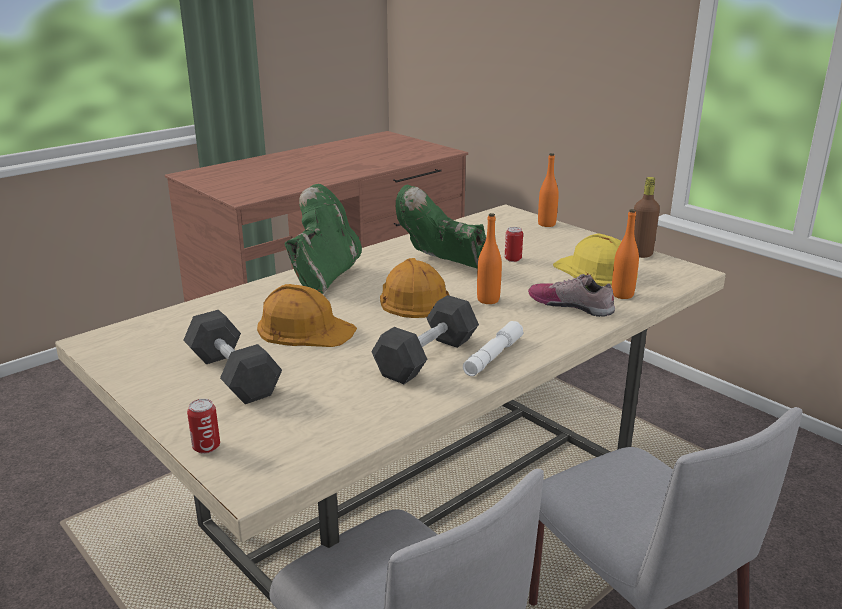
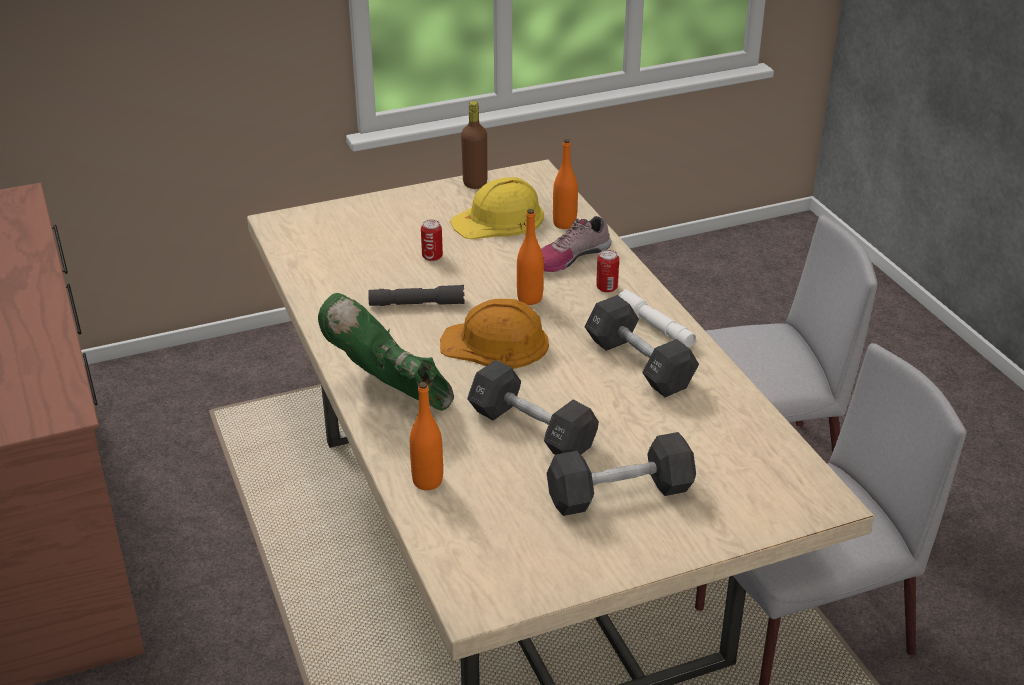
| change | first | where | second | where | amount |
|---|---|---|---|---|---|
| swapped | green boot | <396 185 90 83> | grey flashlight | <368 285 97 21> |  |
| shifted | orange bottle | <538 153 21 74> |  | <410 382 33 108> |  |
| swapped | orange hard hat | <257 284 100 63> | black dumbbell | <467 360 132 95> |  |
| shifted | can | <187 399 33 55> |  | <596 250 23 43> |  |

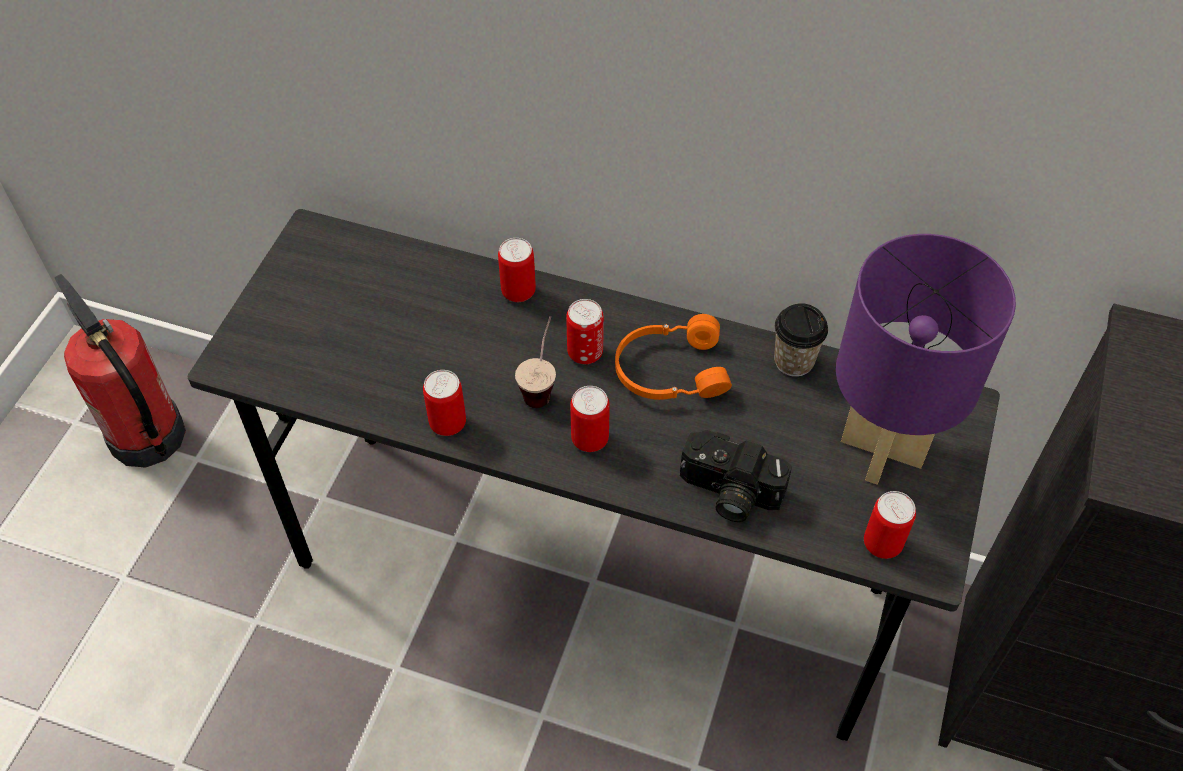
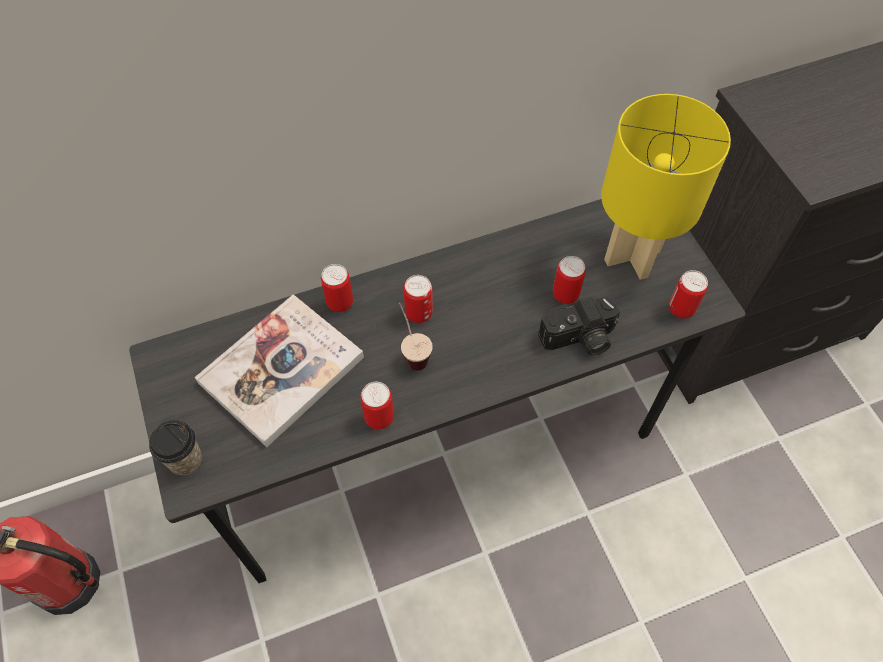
| change | first | where | second | where | amount |
|---|---|---|---|---|---|
| shifted | cup | <774 303 54 74> |  | <149 420 53 55> |  |
| new |  |  | book | <195 294 169 153> |  |
| shifted | can | <570 386 40 66> |  | <553 256 33 48> |  |
| repainted | purple table lamp | <836 234 180 251> | yellow table lamp | <601 94 130 186> |  |
| gone | orange headphones | <615 314 117 86> |  |  |  |

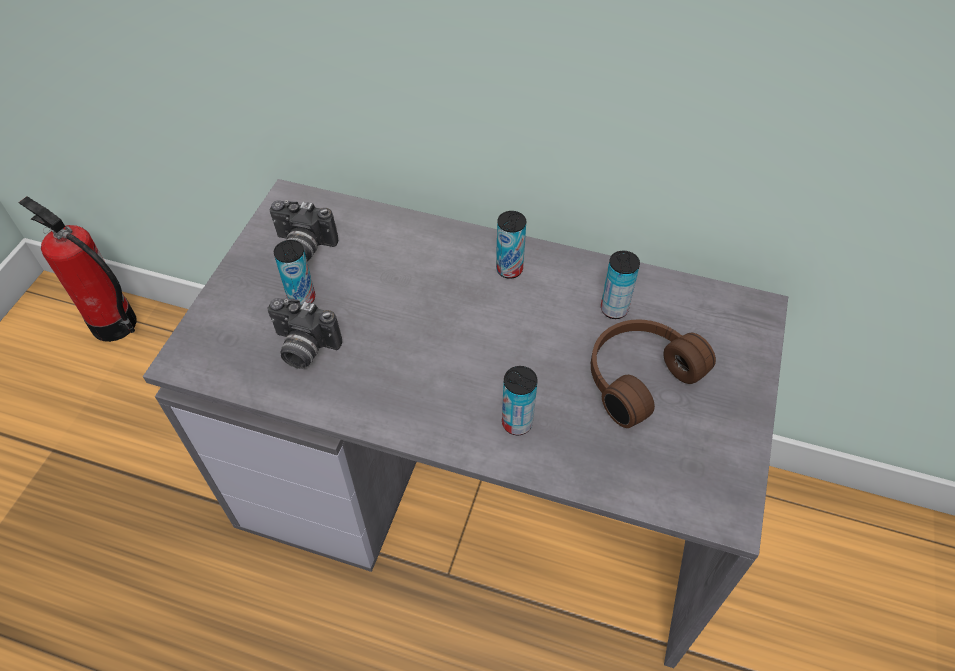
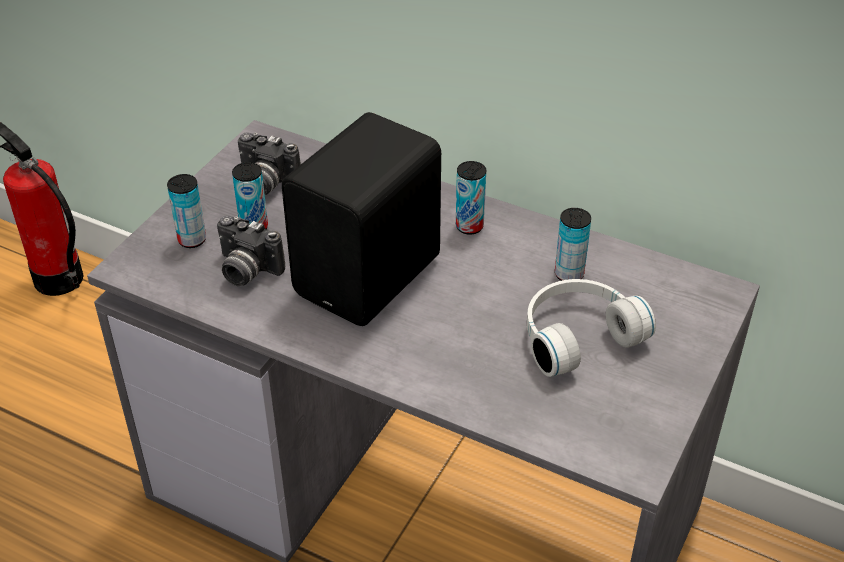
| change | first | where | second | where | amount |
|---|---|---|---|---|---|
| shifted | can | <502 366 36 69> |  | <167 174 39 74> |  |
| new |  |  | black speaker | <282 112 159 214> |  |
| repainted | brown headphones | <591 319 125 109> | white headphones | <527 279 129 98> |  |

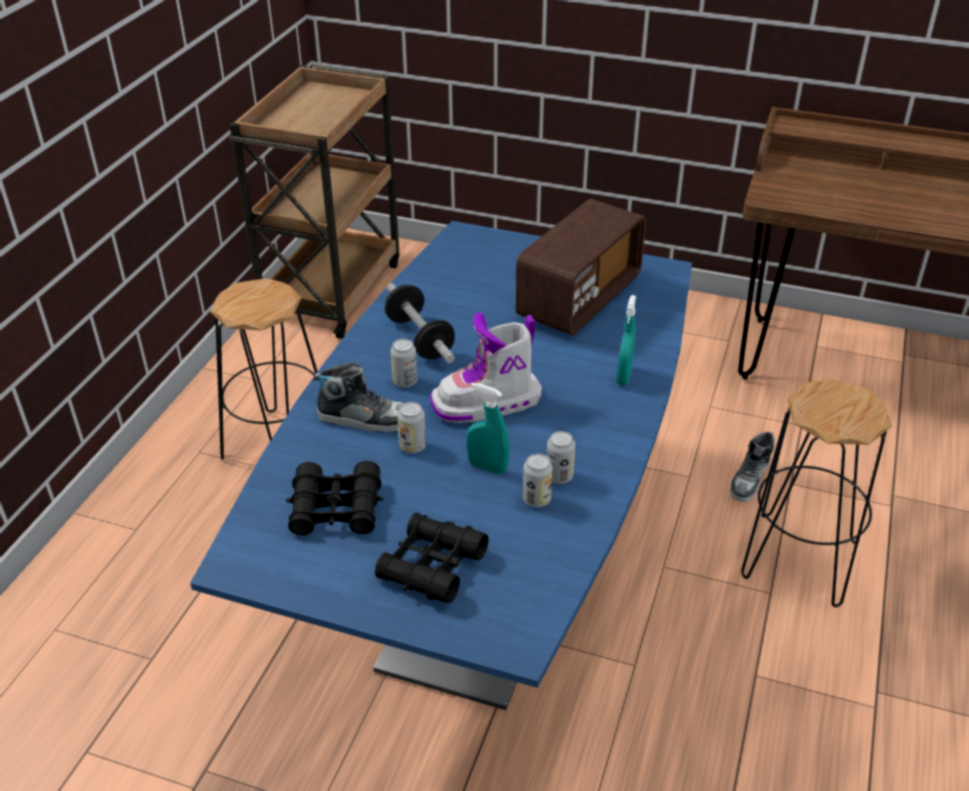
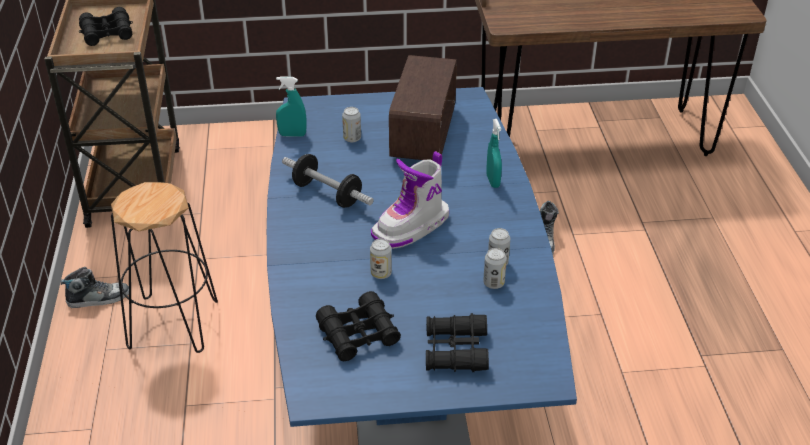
| change | first | where | second | where | amount |
|---|---|---|---|---|---|
| shifted | shoe | <313 362 91 70> |  | <61 267 68 41> |  |
| new |  |  | black binoculars | <79 7 54 39> |  |
| shifted | turquoise spray bottle | <466 382 44 93> |  | <276 76 31 61> |  |
| shifted | can | <391 339 27 48> |  | <342 107 19 35> |  |
| gone | black stool | <741 379 151 228> |  |  |  |

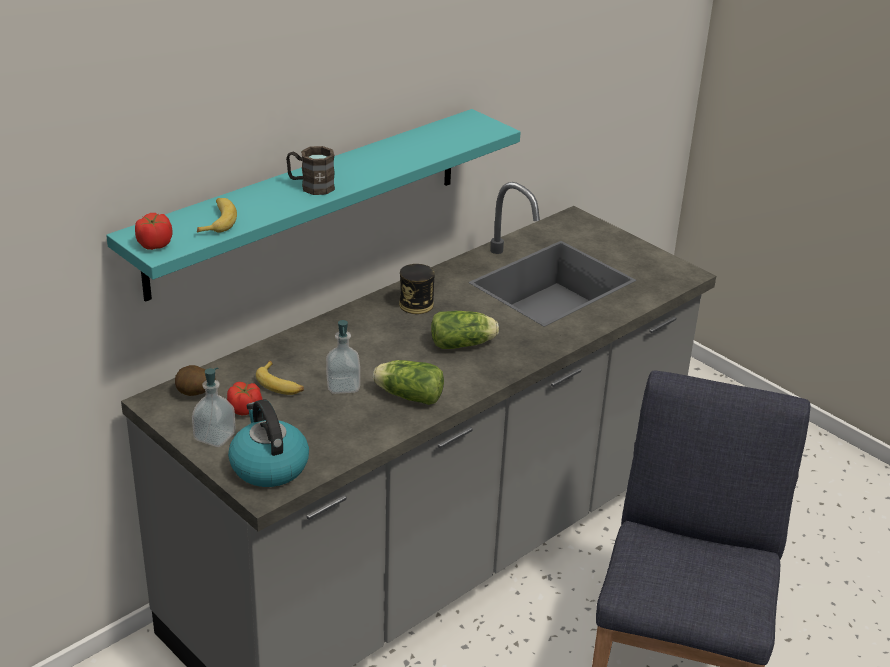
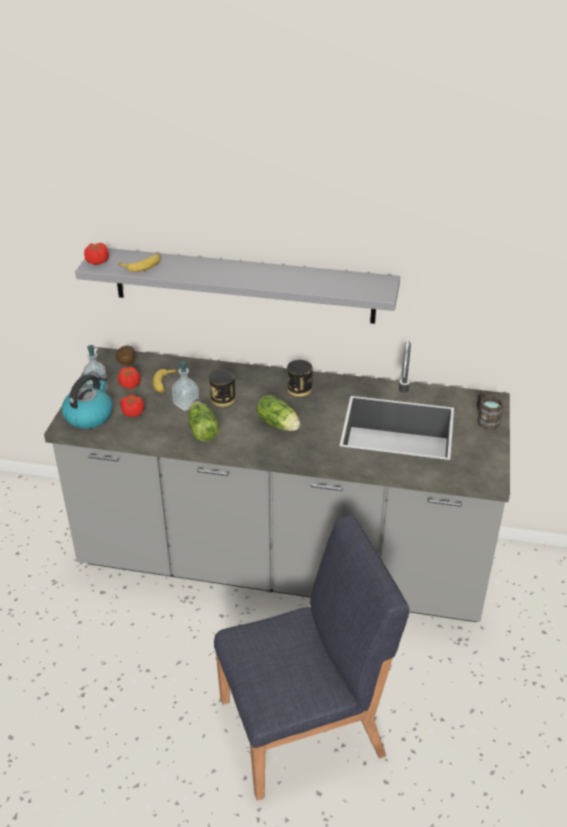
| change | first | where | second | where | amount |
|---|---|---|---|---|---|
| repainted | turquoise shelf | <106 109 415 193> | grey shelf | <75 248 325 76> |  |
| new |  |  | tomato | <120 394 24 23> |  |
| new |  |  | can | <209 369 26 38> |  |
| shifted | brown mug | <286 146 49 49> |  | <477 393 27 37> |  |

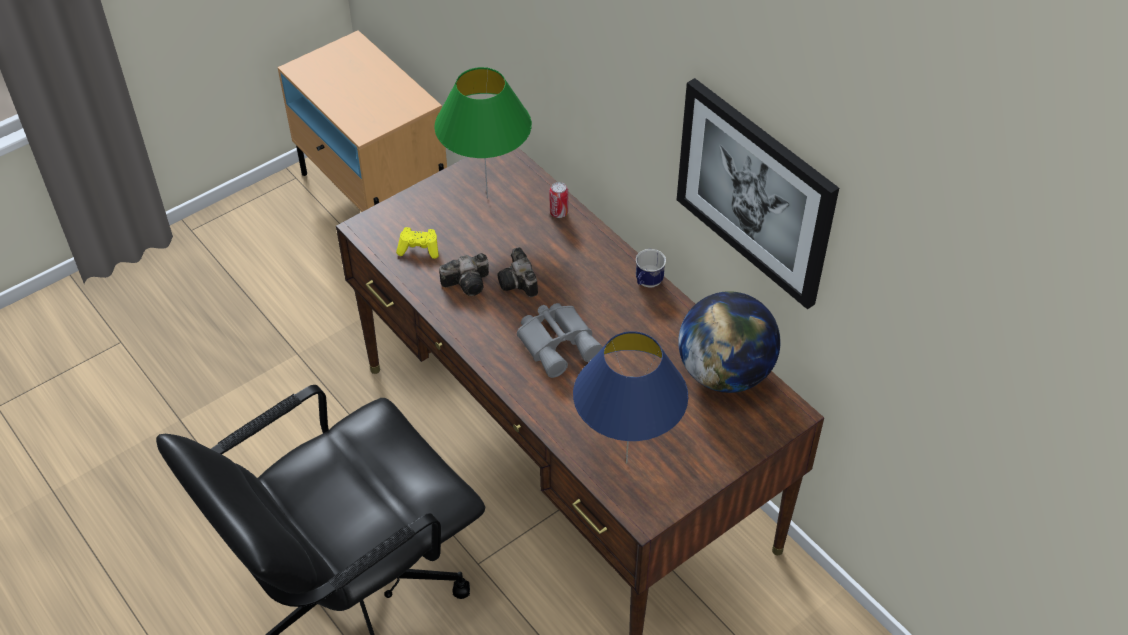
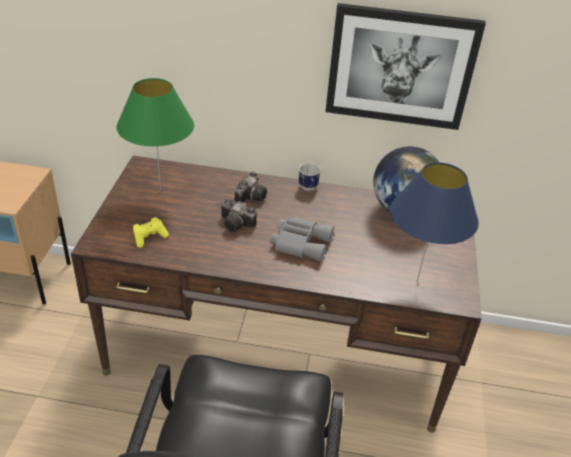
| change | first | where | second | where | amount |
|---|---|---|---|---|---|
| shifted | photo camera | <439 253 50 43> |  | <234 171 33 31> |  |
| gone | can | <549 182 19 36> |  |  |  |

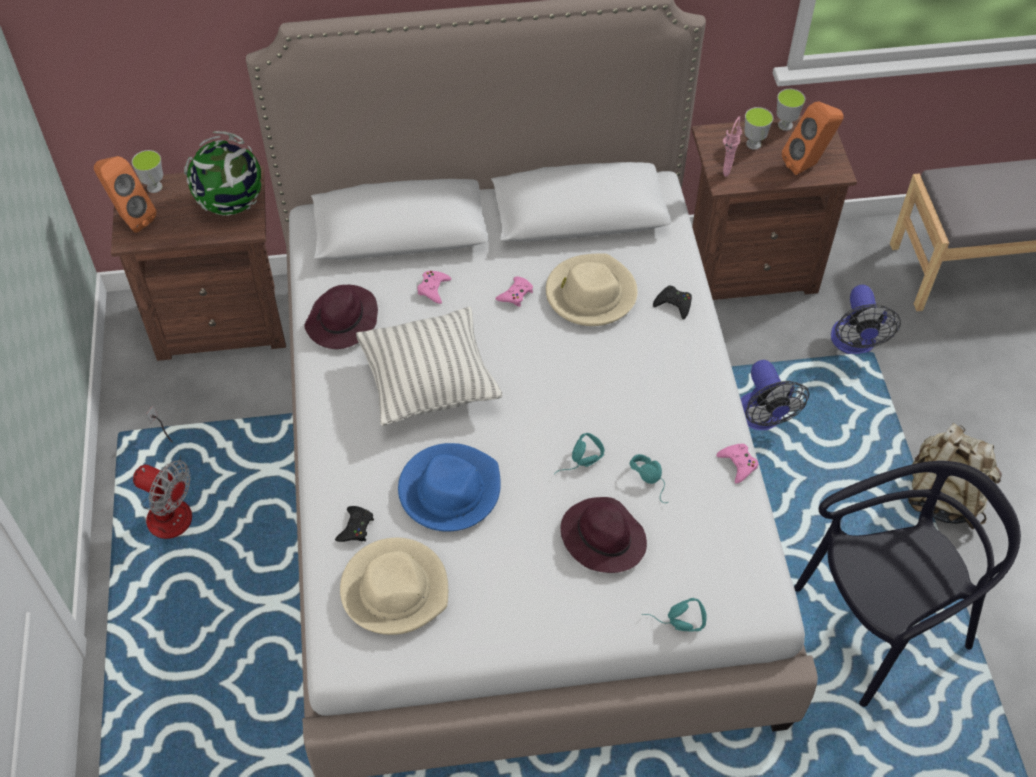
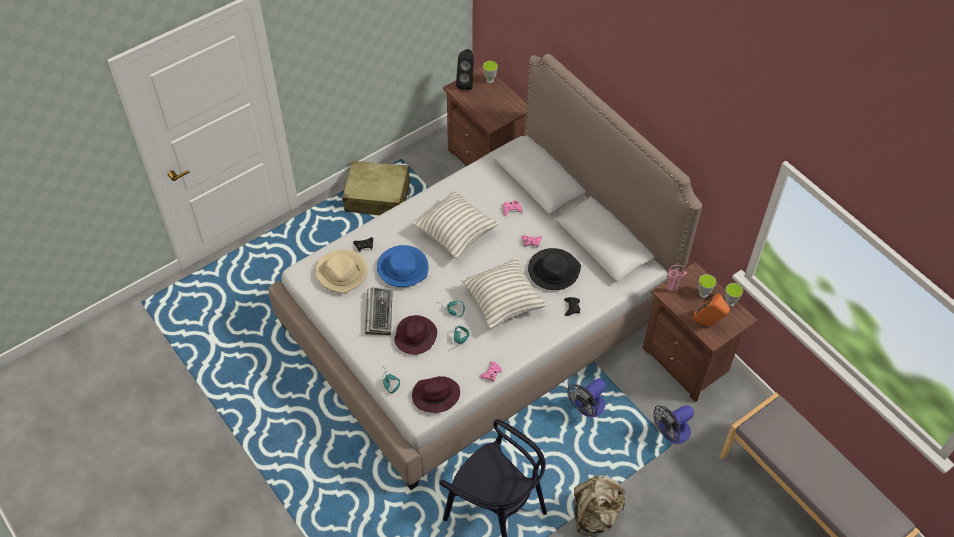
| change | first | where | second | where | amount |
|---|---|---|---|---|---|
| swapped | fan | <133 406 59 133> | beige suitcase | <342 161 68 54> |  |
| new |  |  | keyboard | <365 287 28 48> |  |
| shifted | purple hat | <305 285 73 64> |  | <412 376 48 37> |  |
| repainted | orange speaker | <94 156 62 77> | black speaker | <456 49 18 41> |  |
| new |  |  | pillow | <461 258 86 72> |  |
| repainted | beige hat | <546 254 92 72> | black hat | <528 248 53 42> |  |
| gone | globe | <184 131 77 85> |  |  |  |

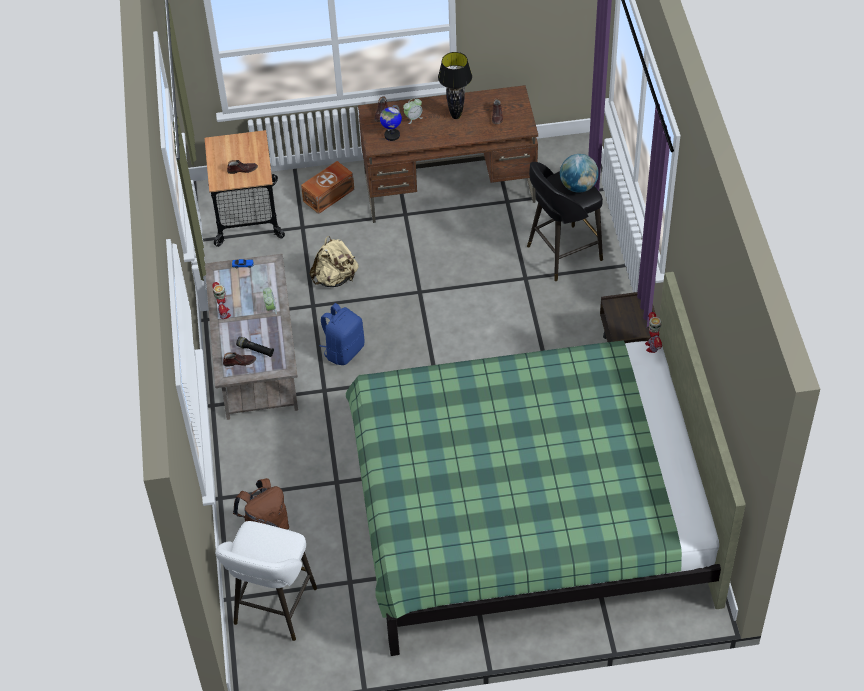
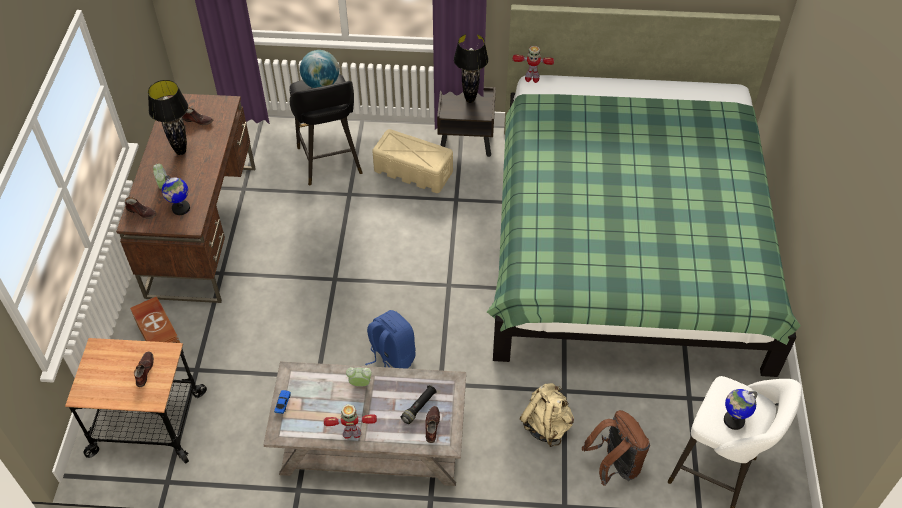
| change | first | where | second | where | amount |
|---|---|---|---|---|---|
| new |  |  | beige storage box | <372 129 81 64> |  |
| new |  |  | black table lamp | <454 34 35 69> |  |
| shifted | beige backpack | <310 236 48 51> |  | <520 383 54 64> |  |
| new |  |  | globe | <724 389 33 41> |  |

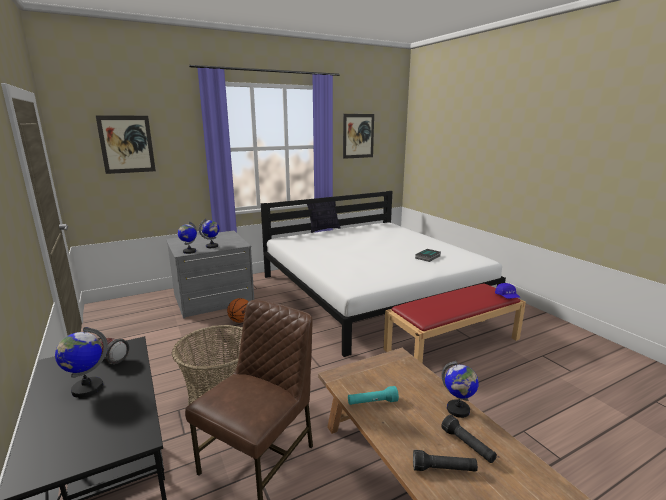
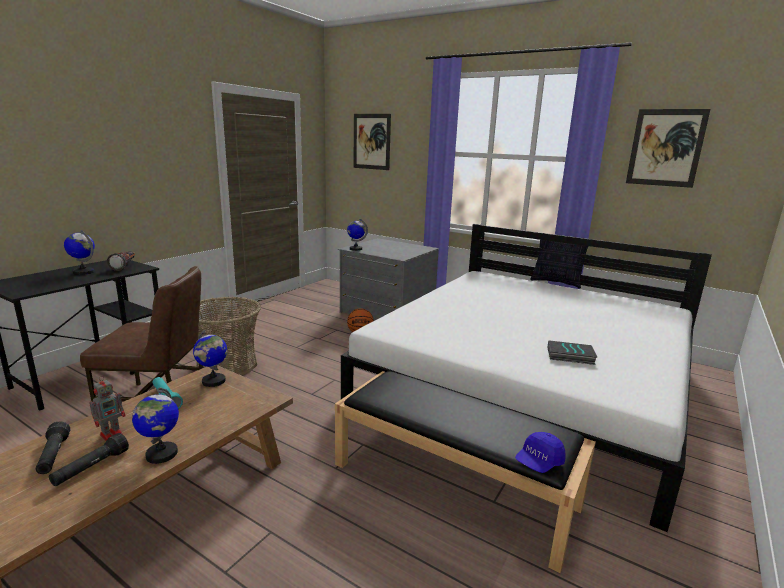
| change | first | where | second | where | amount |
|---|---|---|---|---|---|
| new |  |  | toy robot | <89 376 36 65> |  |
| shifted | globe | <199 219 20 29> |  | <193 330 34 57> |  |
| repainted | red bench | <384 284 142 80> | black bench | <335 371 261 202> |  |

